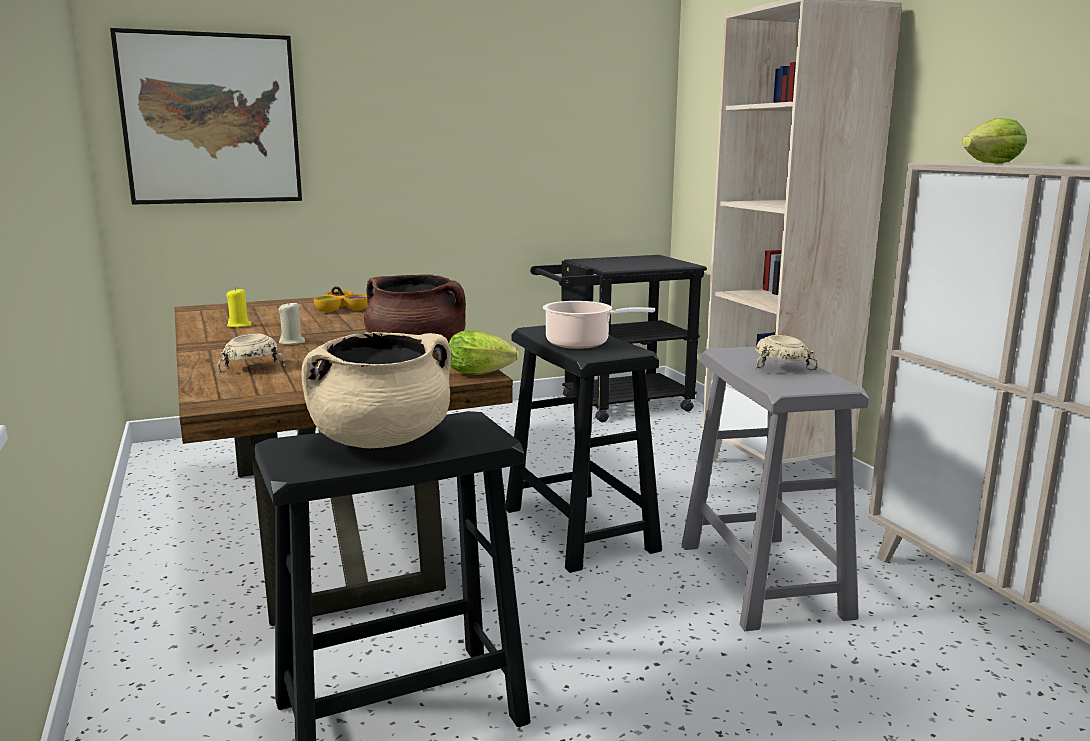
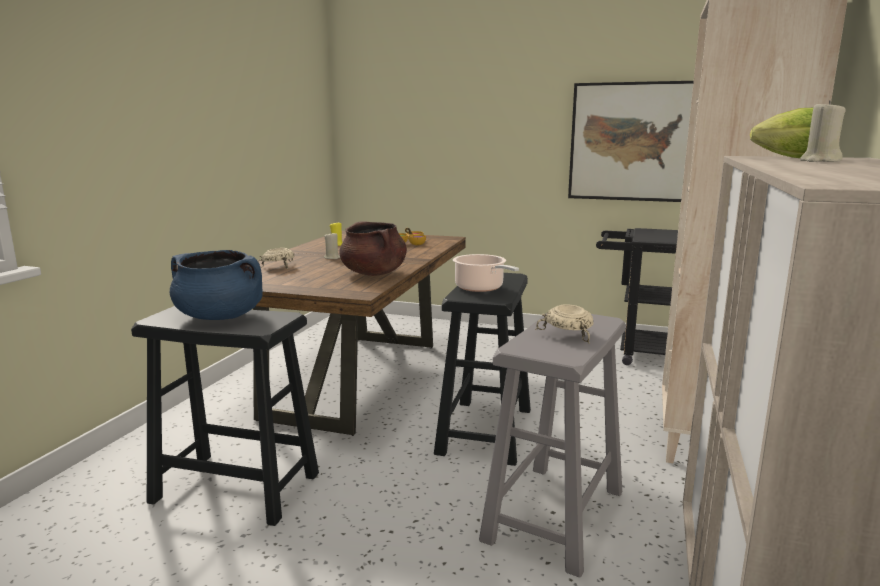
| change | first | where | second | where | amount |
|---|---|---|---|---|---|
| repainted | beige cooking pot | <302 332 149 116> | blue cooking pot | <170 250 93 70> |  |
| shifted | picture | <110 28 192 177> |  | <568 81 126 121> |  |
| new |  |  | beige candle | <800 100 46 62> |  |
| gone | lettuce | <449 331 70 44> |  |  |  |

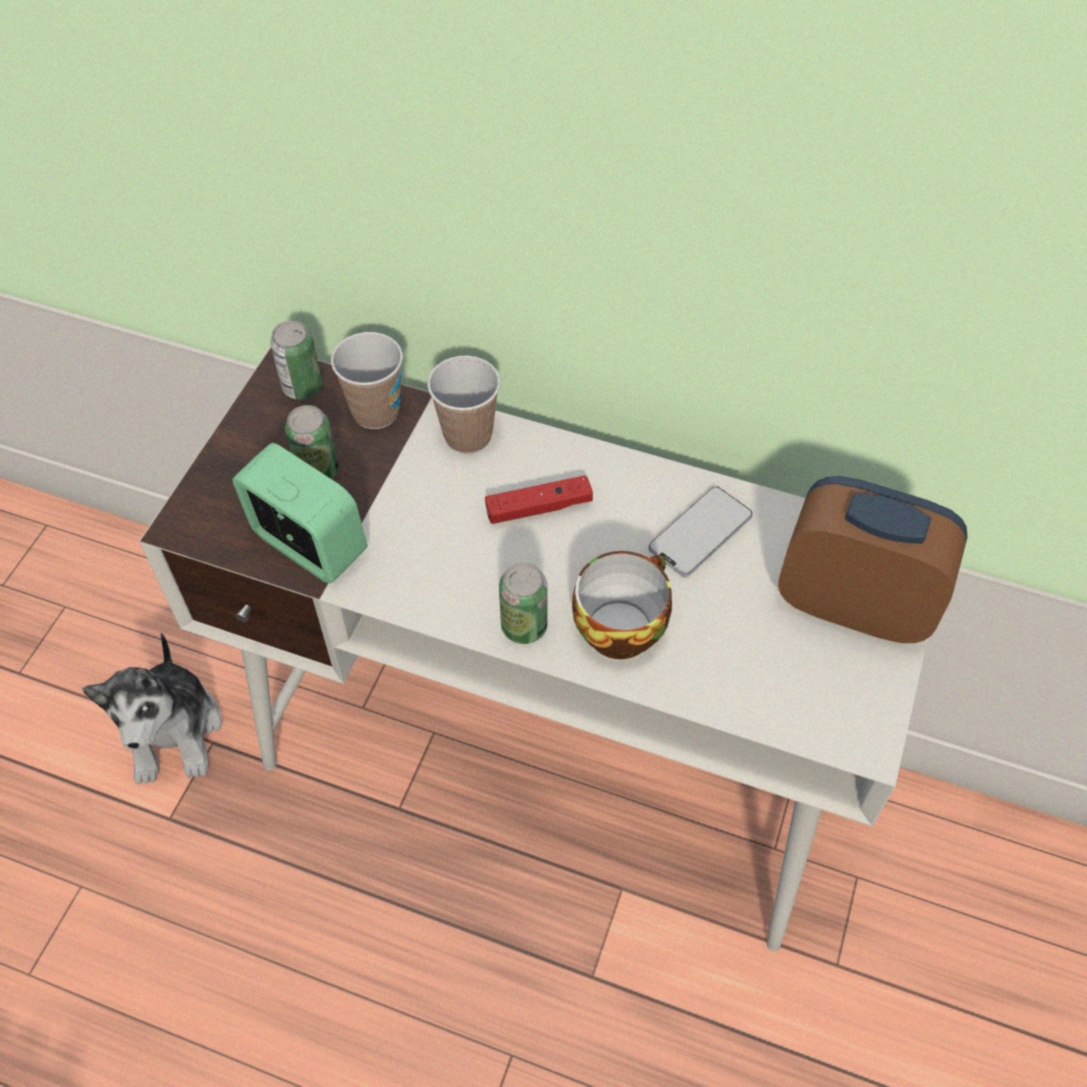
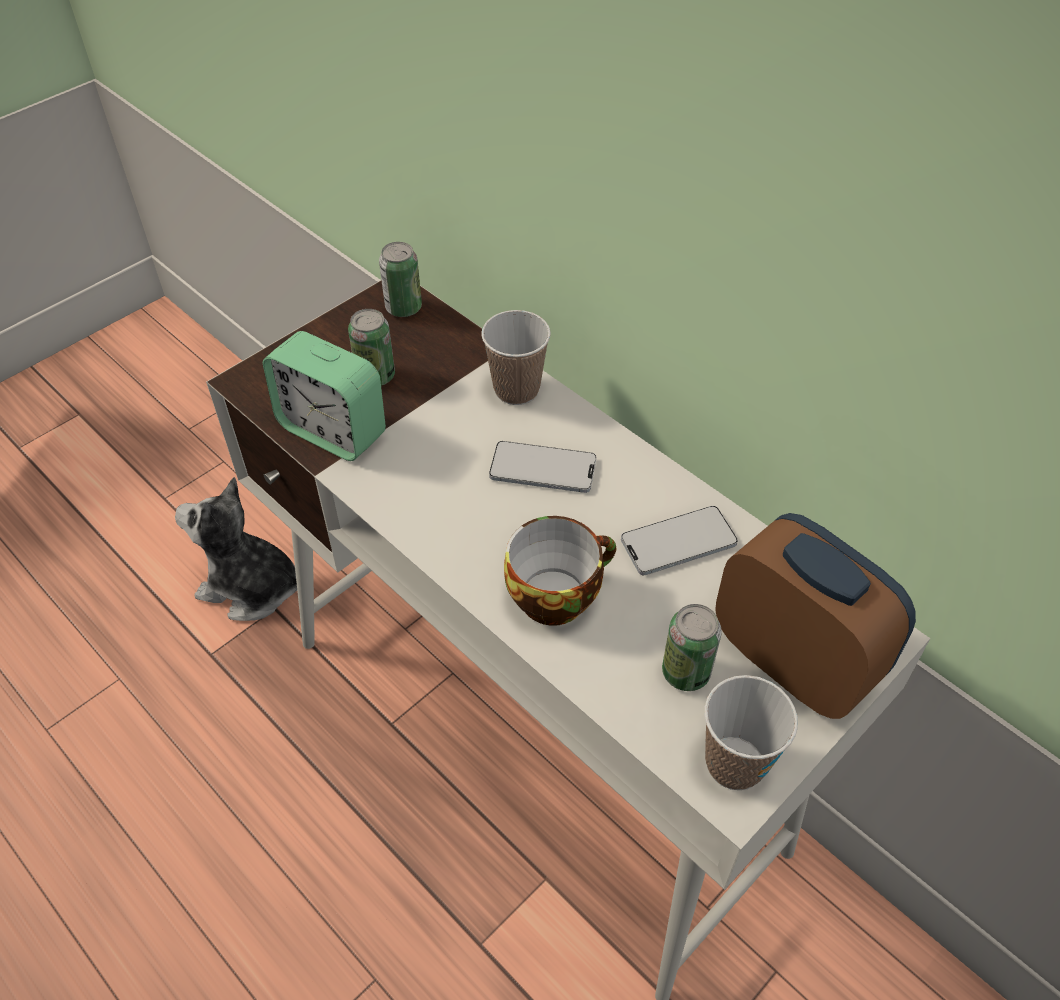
| change | first | where | second | where | amount |
|---|---|---|---|---|---|
| rotated | plush toy | <82 633 140 152> |  | <175 477 122 144> | 90 degrees clockwise |
| rotated | alarm clock | <232 443 135 140> |  | <263 331 123 130> | 150 degrees clockwise |
| swapped | red game controller | <485 475 108 49> | phone | <489 441 107 52> |  |
| shifted | can | <499 562 49 82> |  | <662 604 60 87> |  |
| shifted | cup | <331 332 72 97> |  | <704 675 94 115> |  |

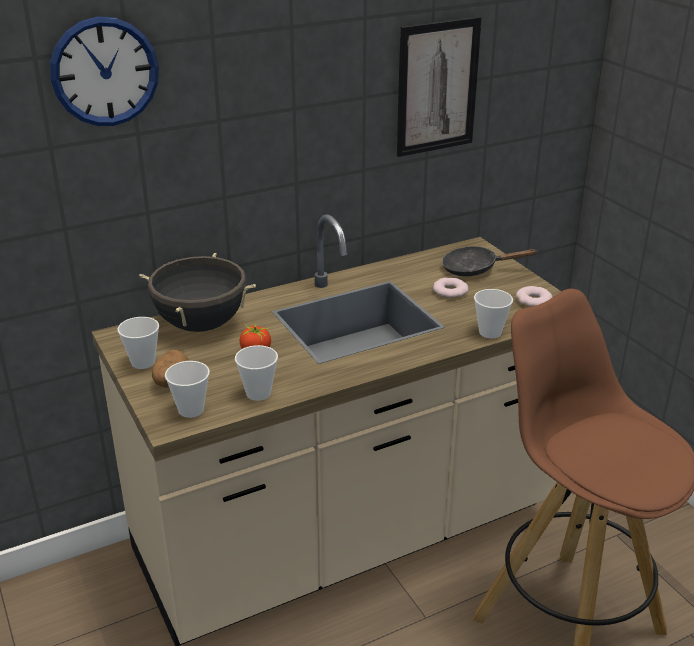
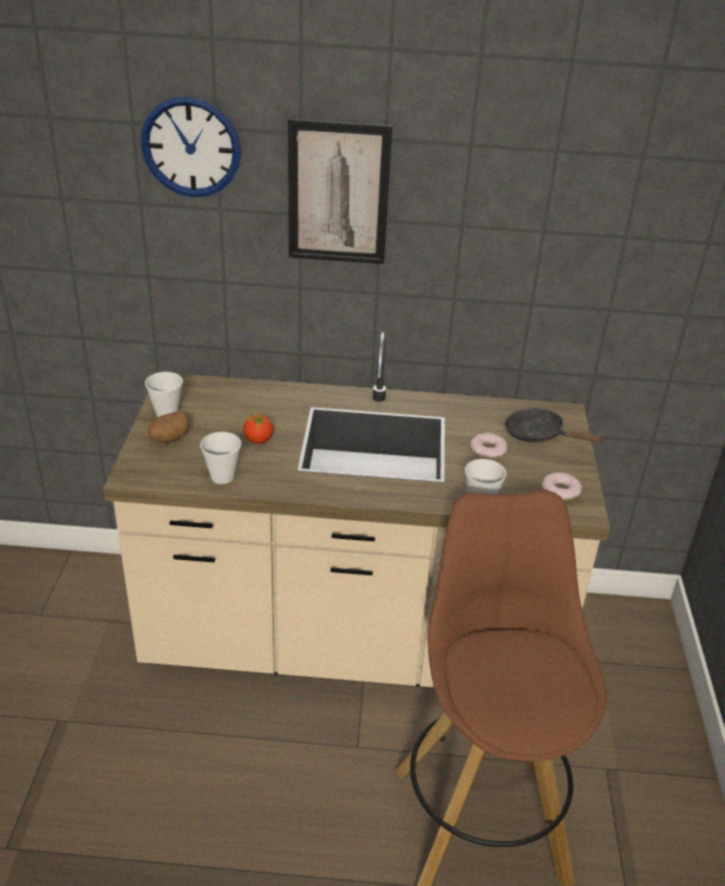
| change | first | where | second | where | amount |
|---|---|---|---|---|---|
| shifted | picture | <397 16 85 141> |  | <288 119 104 145> |  |
| gone | black cooking pot | <139 253 117 79> |  |  |  |
| gone | cup | <165 361 45 57> |  |  |  |

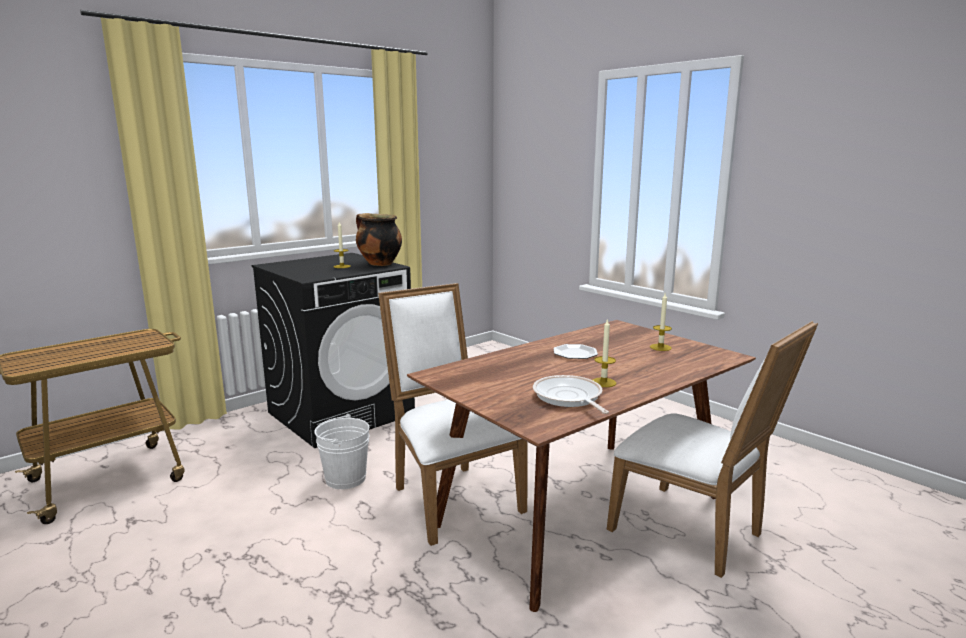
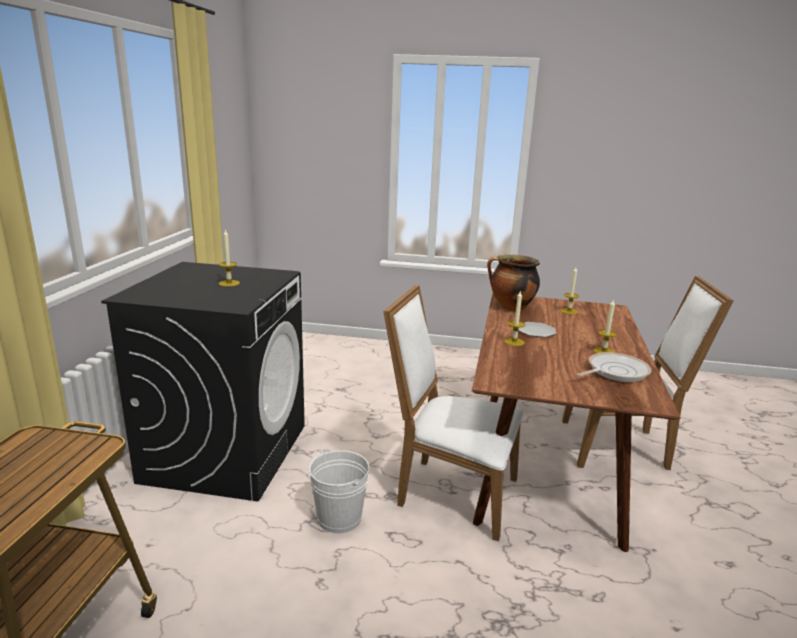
| change | first | where | second | where | amount |
|---|---|---|---|---|---|
| shifted | cooking pot | <356 213 46 53> |  | <487 255 53 56> |  |
| new |  |  | candle | <504 290 21 56> |  |
| rotated | frying pan | <533 375 76 39> |  | <577 352 74 30> | 120 degrees clockwise |

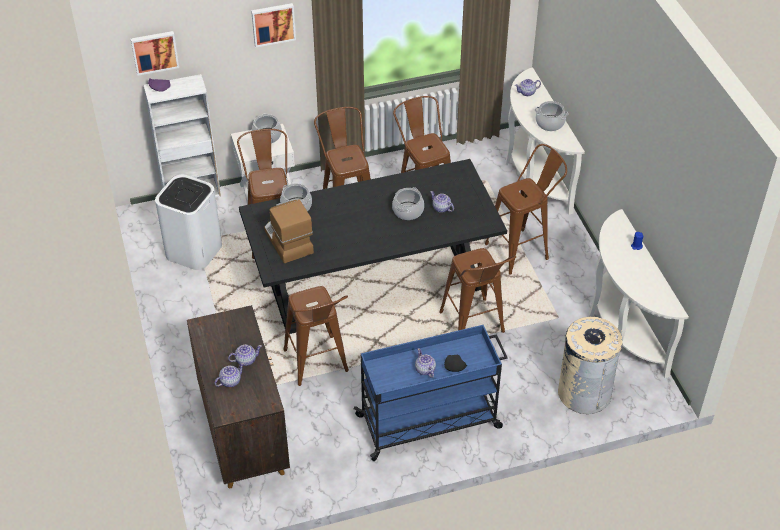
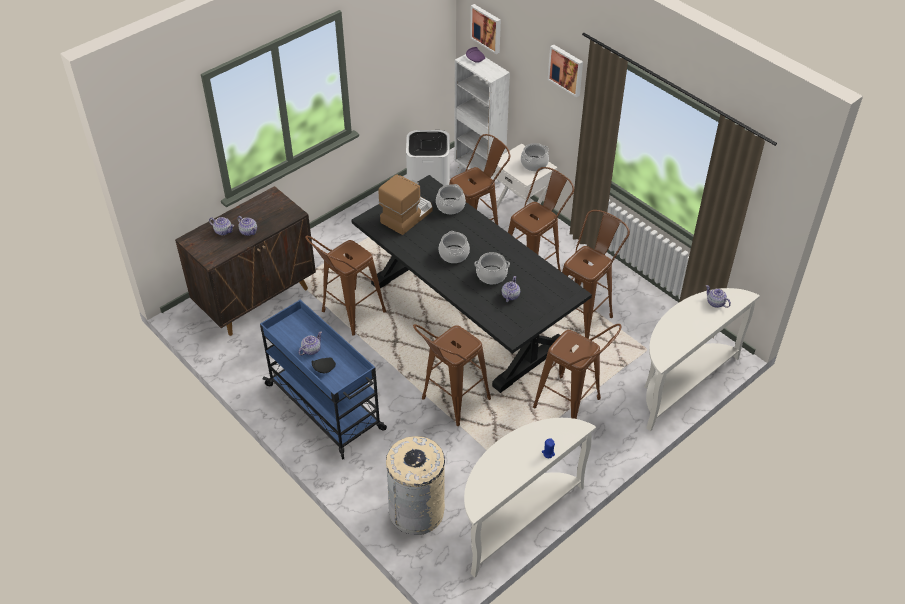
| change | first | where | second | where | amount |
|---|---|---|---|---|---|
| shifted | cooking pot | <535 101 33 30> |  | <439 231 31 32> |  |

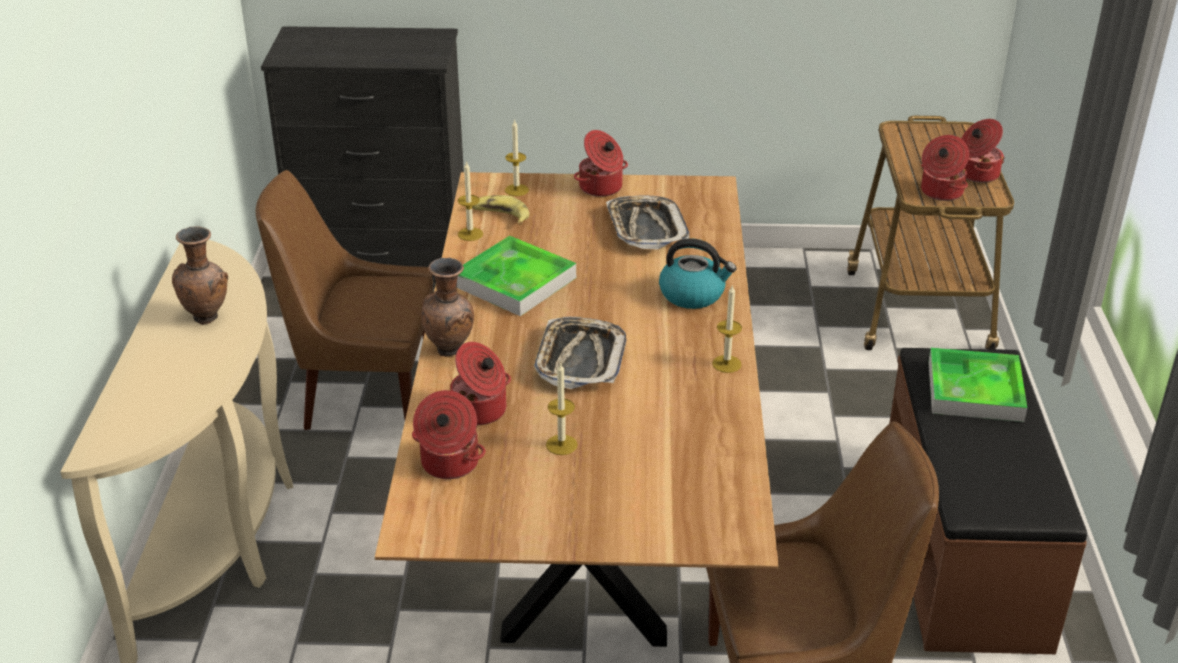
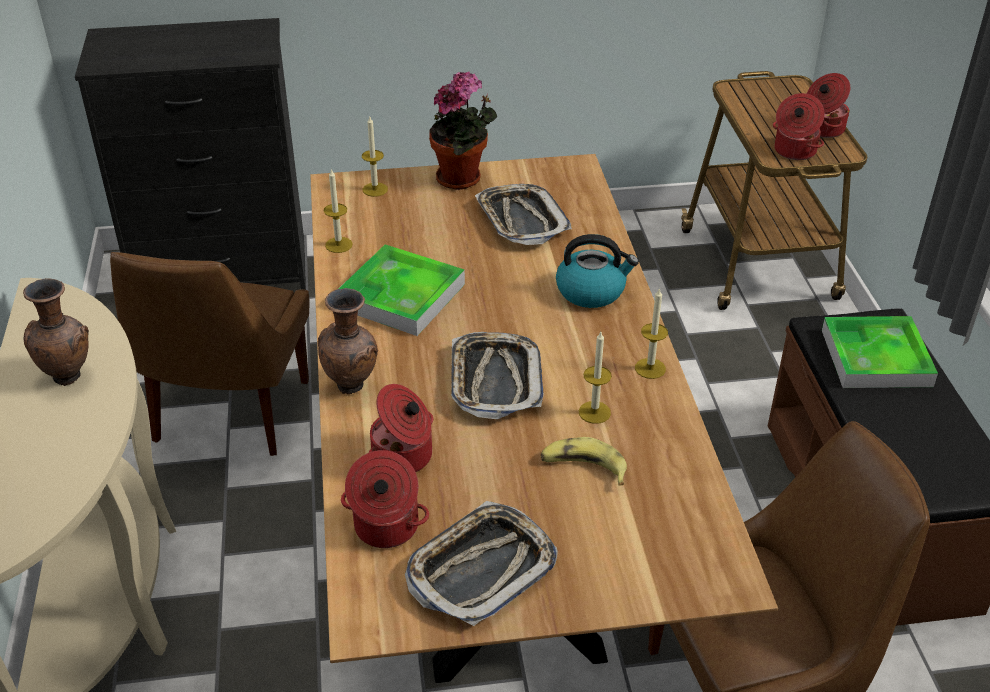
| change | first | where | second | where | amount |
|---|---|---|---|---|---|
| rotated | brown chair | <256 170 177 260> |  | <110 252 199 204> | 75 degrees counterclockwise |
| new |  |  | tray | <405 501 153 125> |  |
| swapped | cooking pot | <574 130 54 67> | potted plant | <429 71 68 119> |  |
| shifted | banana | <472 195 57 30> |  | <541 437 86 49> |  |
| shifted | candle | <546 362 32 93> |  | <579 332 33 92> |  |

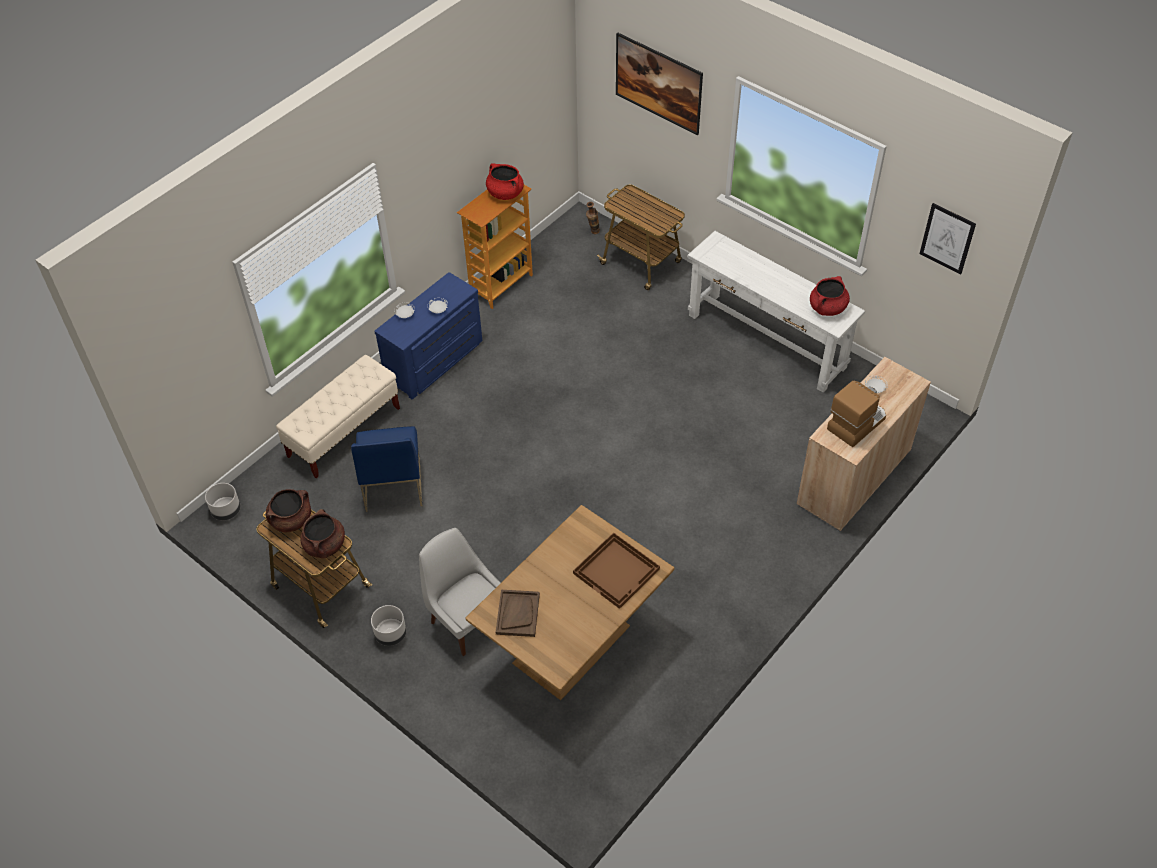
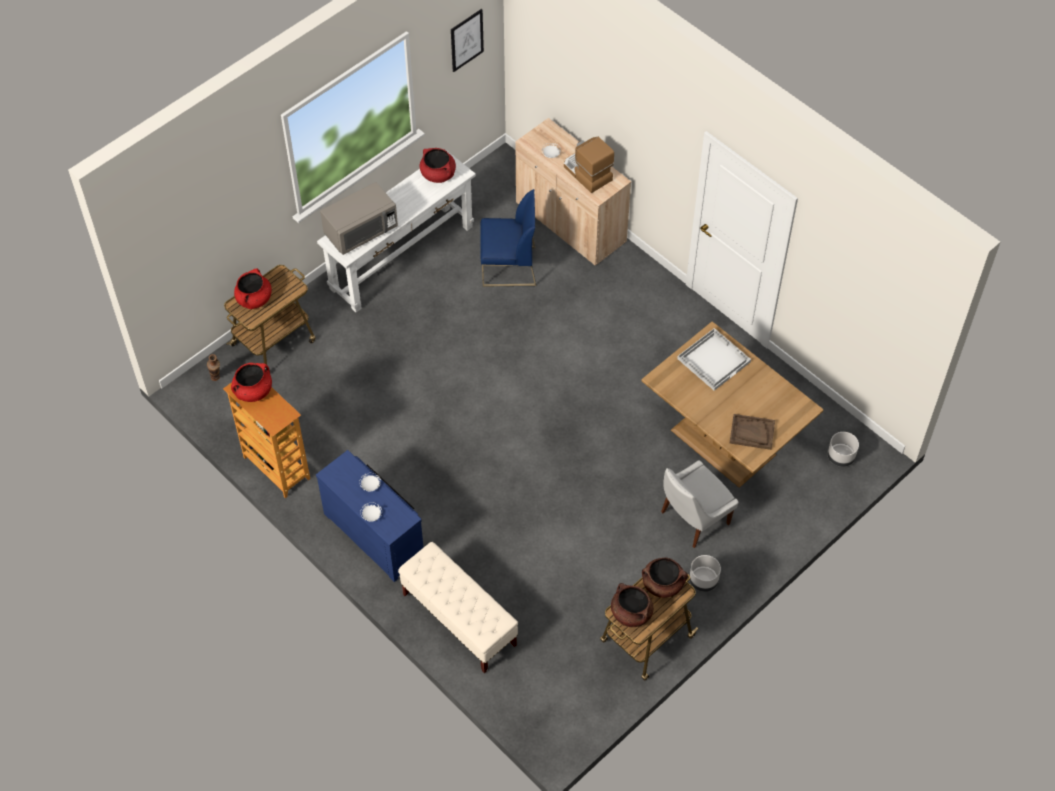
| change | first | where | second | where | amount |
|---|---|---|---|---|---|
| new |  |  | red cooking pot | <234 268 38 41> |  |
| new |  |  | grey microwave | <320 182 78 73> |  |
| shifted | blue chair | <351 426 72 86> |  | <480 189 56 98> |  |
| repainted | brown tray | <573 532 87 77> | white tray | <677 328 74 63> |  |
| shifted | grey planter | <205 483 36 37> |  | <827 432 32 35> |  |
| gone | picture | <616 33 87 102> |  |  |  |

